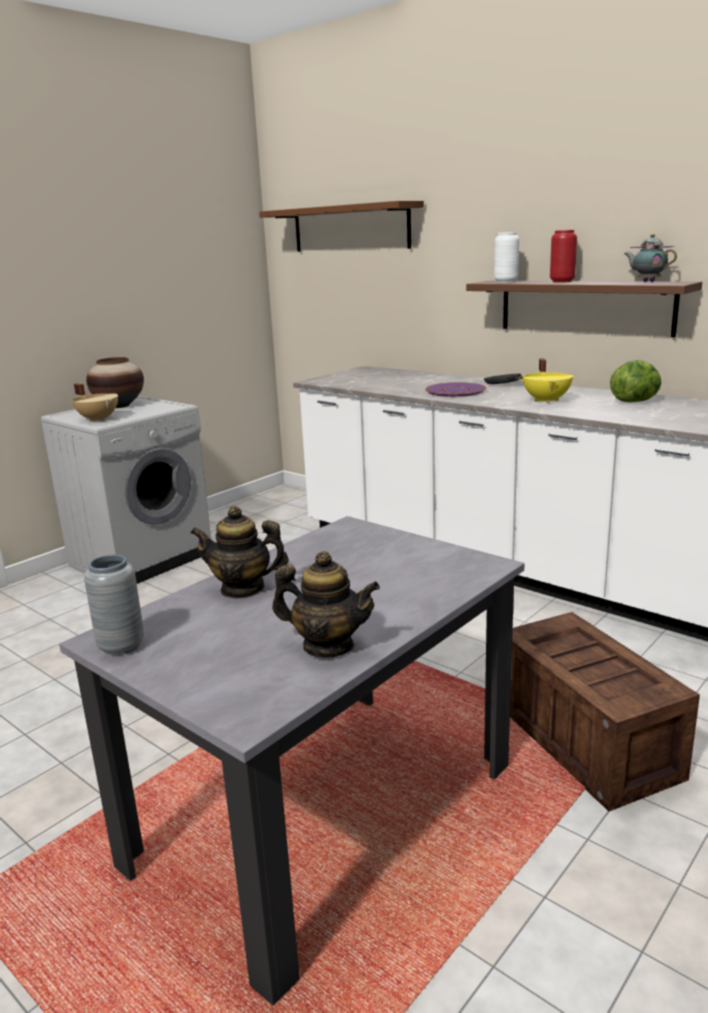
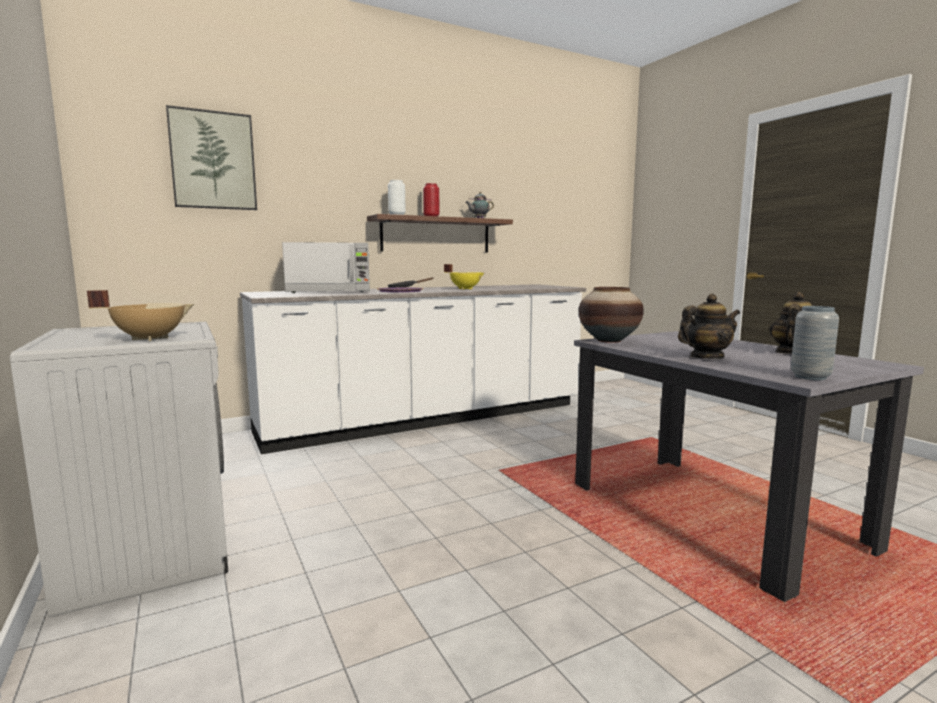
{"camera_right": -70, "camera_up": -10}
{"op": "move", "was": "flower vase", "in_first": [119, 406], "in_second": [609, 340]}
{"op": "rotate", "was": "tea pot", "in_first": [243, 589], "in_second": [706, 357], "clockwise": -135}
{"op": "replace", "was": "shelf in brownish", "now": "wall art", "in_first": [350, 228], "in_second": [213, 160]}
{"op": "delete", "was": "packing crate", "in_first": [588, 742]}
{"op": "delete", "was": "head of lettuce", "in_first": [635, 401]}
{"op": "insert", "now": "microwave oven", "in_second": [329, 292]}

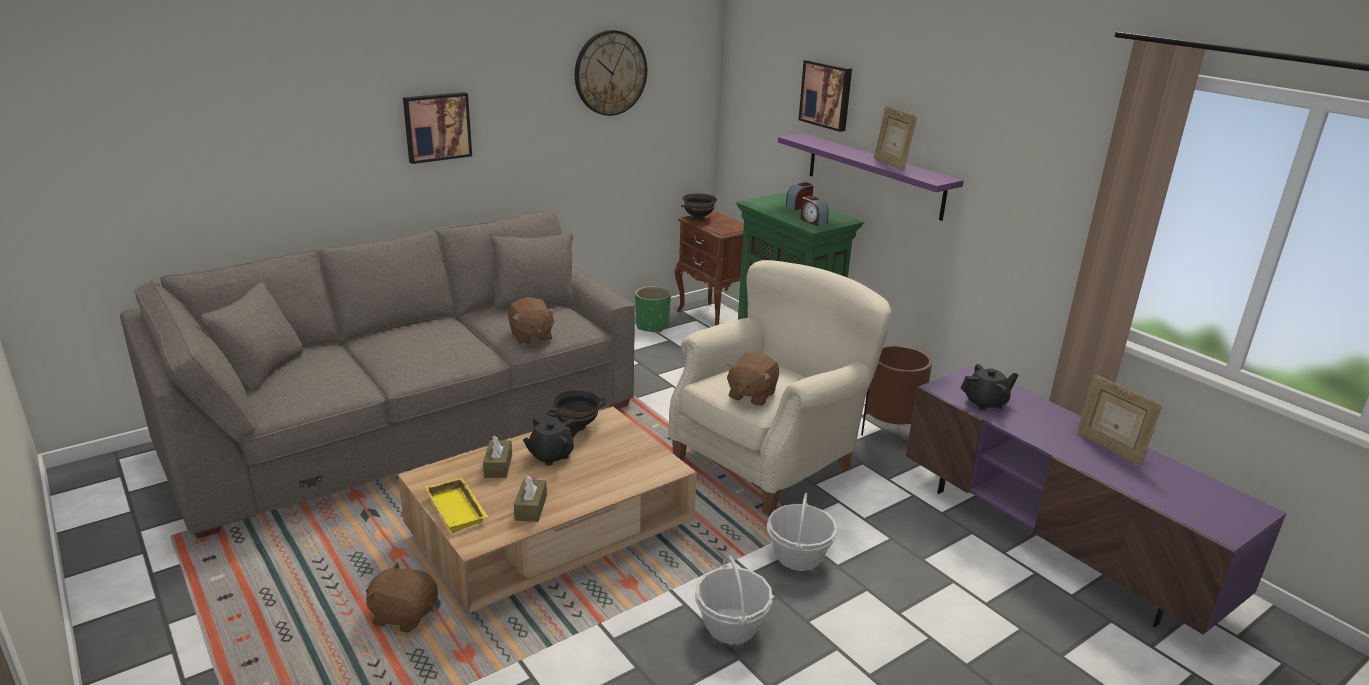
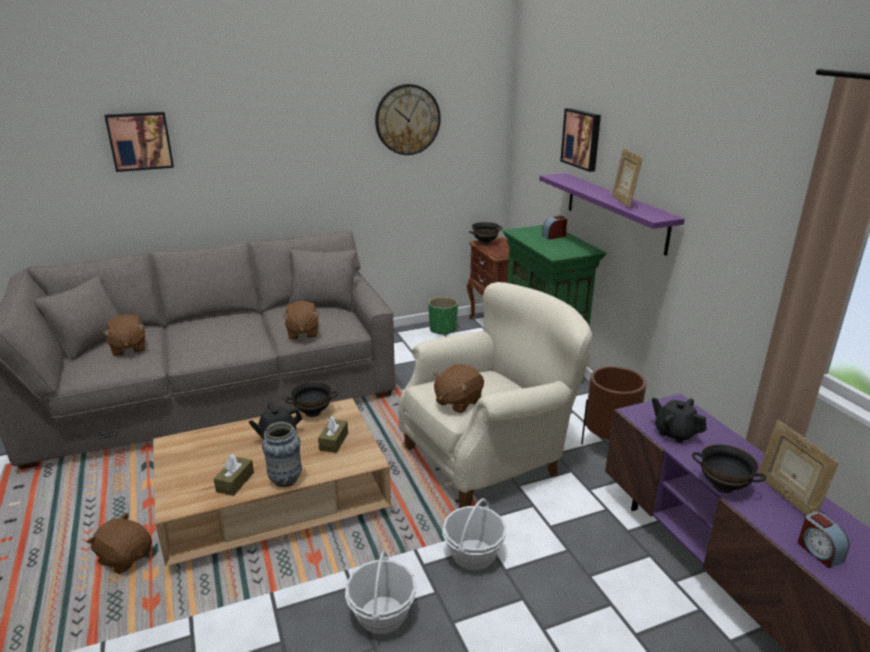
{"camera_right": 15, "camera_up": 0}
{"op": "move", "was": "wall art", "in_first": [437, 127], "in_second": [140, 141]}
{"op": "delete", "was": "serving tray in yellow", "in_first": [459, 509]}
{"op": "move", "was": "box of tissues in brownish", "in_first": [498, 466], "in_second": [333, 441]}
{"op": "move", "was": "bedside clock", "in_first": [812, 221], "in_second": [819, 551]}
{"op": "rotate", "was": "tea pot in black-coloured", "in_first": [985, 403], "in_second": [674, 433], "clockwise": -135}
{"op": "insert", "now": "cuddly toy in brownish", "in_second": [128, 348]}
{"op": "insert", "now": "flower vase", "in_second": [285, 480]}
{"op": "insert", "now": "deep dish in black-coloured", "in_second": [722, 487]}

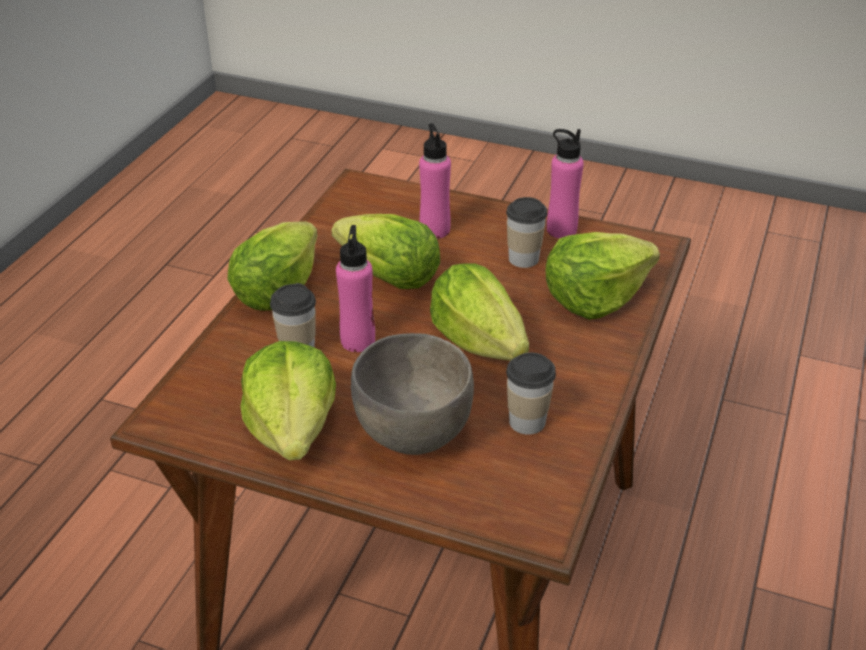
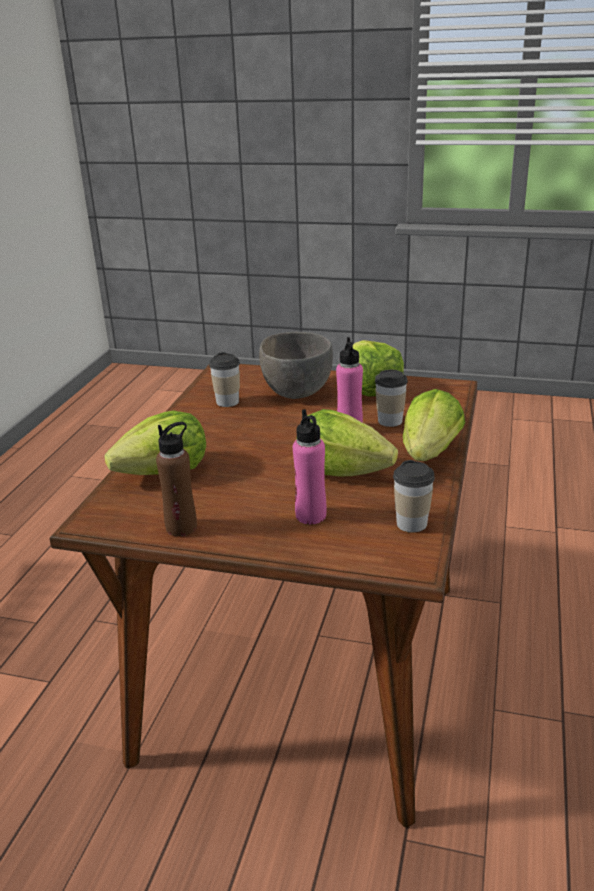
{"camera_right": 175, "camera_up": -10}
{"op": "delete", "was": "head of lettuce", "in_first": [478, 341]}
{"op": "move", "was": "small cup", "in_first": [523, 259], "in_second": [411, 524]}
{"op": "recolor", "was": "beverage bottle in pink", "now": "beverage bottle in brownish", "in_first": [561, 230], "in_second": [181, 527]}

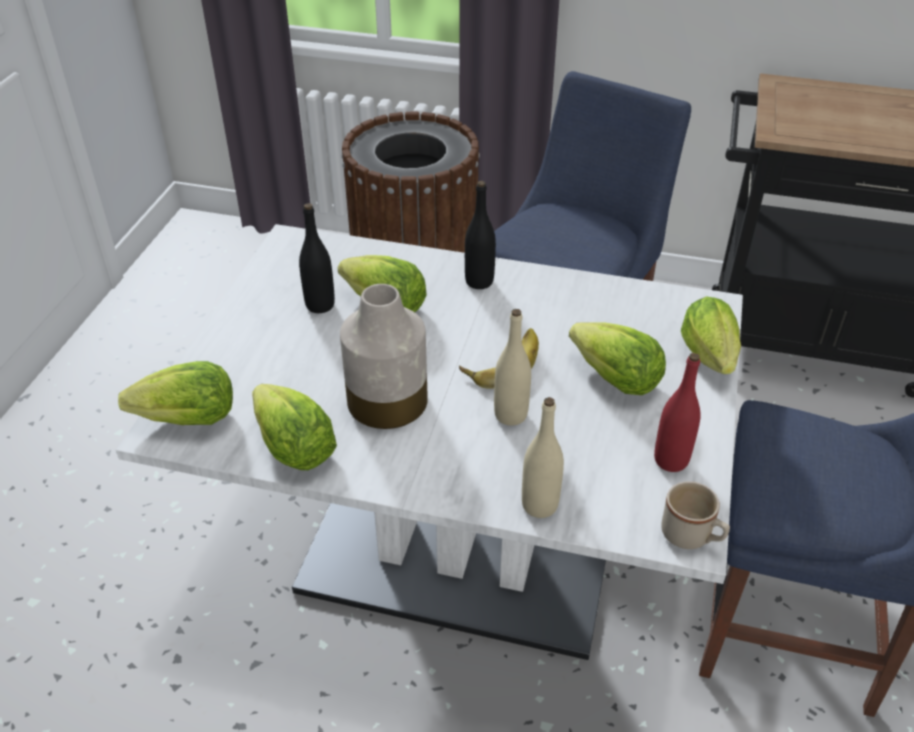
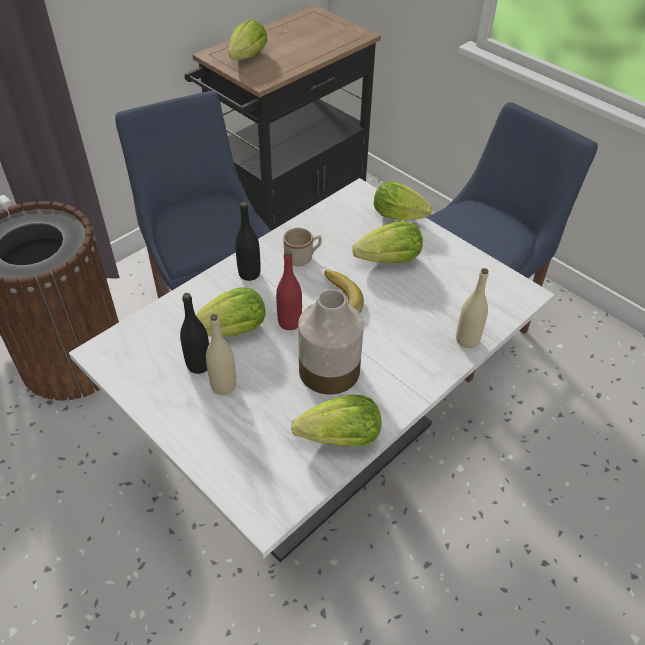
{"camera_right": -60, "camera_up": 5}
{"op": "move", "was": "head of lettuce", "in_first": [189, 419], "in_second": [248, 57]}
{"op": "move", "was": "beverage bottle in beige-coloured", "in_first": [510, 415], "in_second": [223, 386]}
{"op": "move", "was": "beverage bottle in red", "in_first": [671, 460], "in_second": [289, 322]}
{"op": "move", "was": "mug in beige-coloured", "in_first": [692, 537], "in_second": [302, 257]}

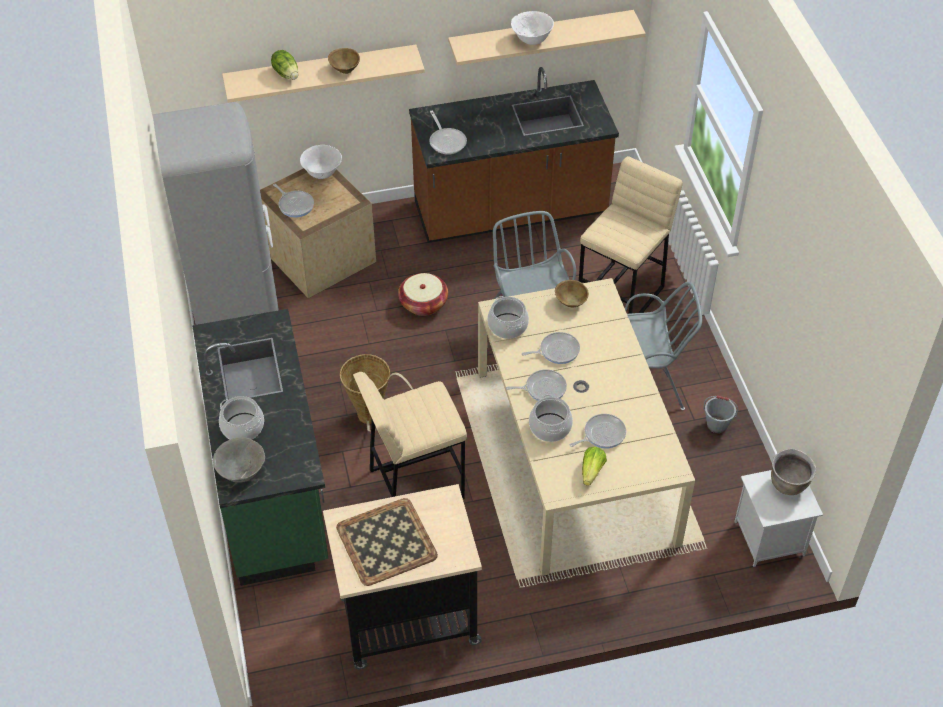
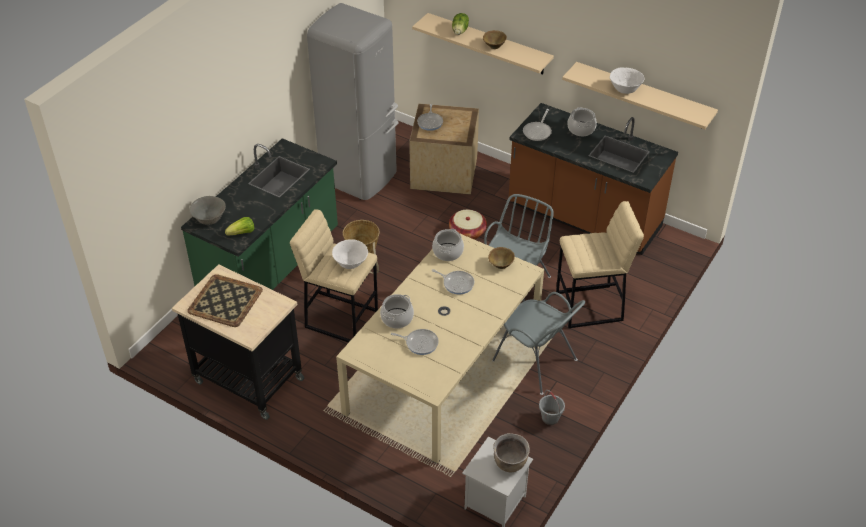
{"camera_right": 45, "camera_up": -5}
{"op": "move", "was": "cooking pot", "in_first": [242, 428], "in_second": [581, 129]}
{"op": "move", "was": "deep dish in white", "in_first": [322, 173], "in_second": [351, 263]}
{"op": "delete", "was": "skillet", "in_first": [543, 388]}
{"op": "move", "was": "head of lettuce", "in_first": [592, 471], "in_second": [242, 233]}

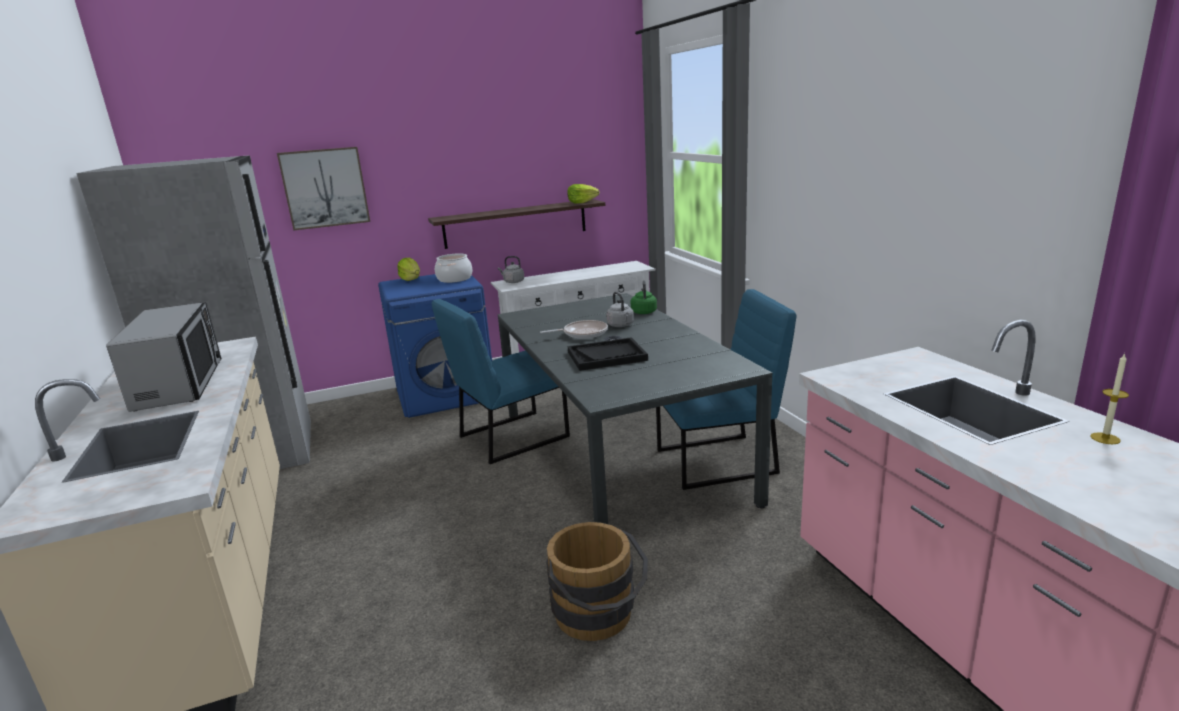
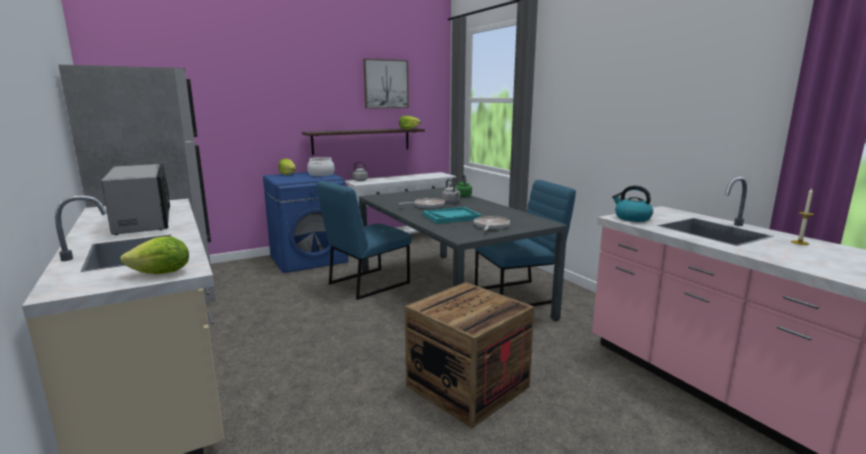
{"camera_right": -10, "camera_up": -5}
{"op": "move", "was": "wall art", "in_first": [325, 188], "in_second": [386, 84]}
{"op": "replace", "was": "pail in brownish", "now": "packing crate", "in_first": [598, 617], "in_second": [467, 386]}
{"op": "recolor", "was": "serving tray in black-coloured", "now": "serving tray in turquoise", "in_first": [607, 356], "in_second": [451, 217]}
{"op": "insert", "now": "head of lettuce", "in_second": [162, 274]}
{"op": "insert", "now": "skillet", "in_second": [490, 226]}
{"op": "insert", "now": "tea kettle", "in_second": [632, 218]}

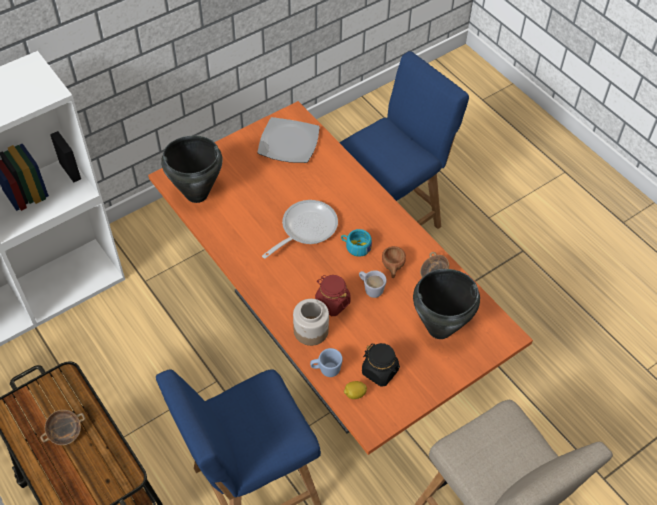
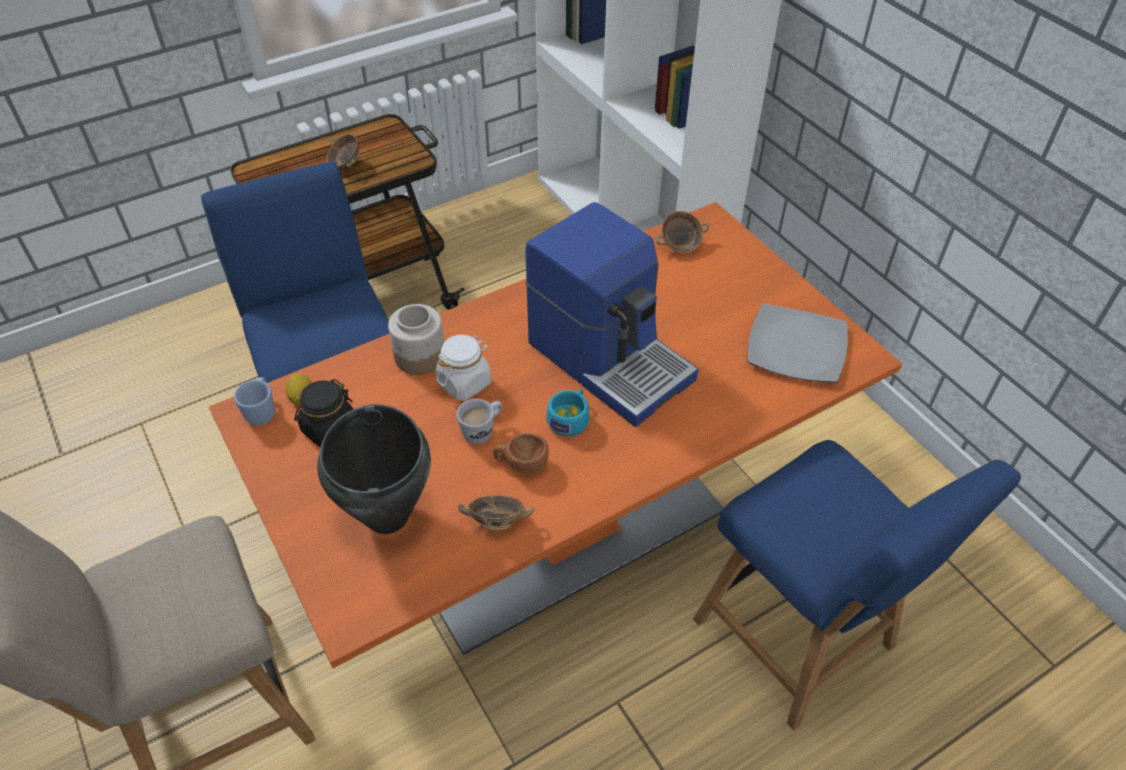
{"camera_right": 95, "camera_up": -5}
{"op": "replace", "was": "cooking pot in black-coloured", "now": "deep dish", "in_first": [196, 194], "in_second": [680, 245]}
{"op": "replace", "was": "skillet", "now": "coffee machine", "in_first": [305, 229], "in_second": [610, 359]}
{"op": "move", "was": "mug in bluish", "in_first": [326, 370], "in_second": [262, 411]}
{"op": "recolor", "was": "storage jar in red", "now": "storage jar in white", "in_first": [332, 303], "in_second": [464, 382]}

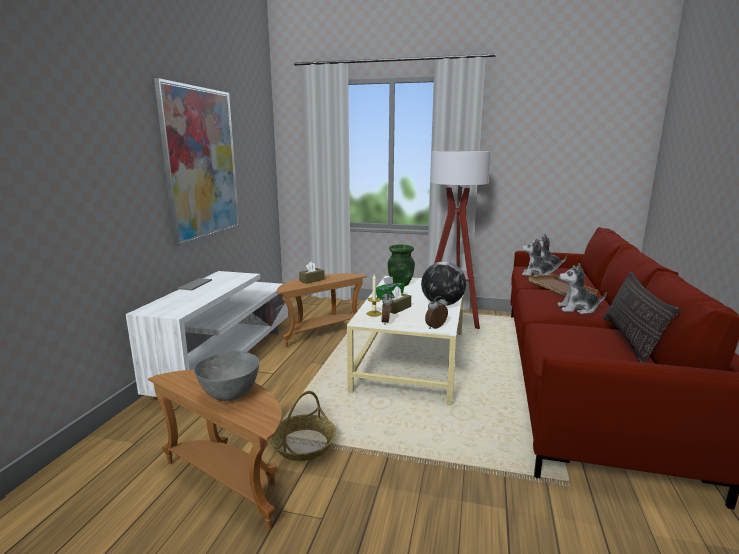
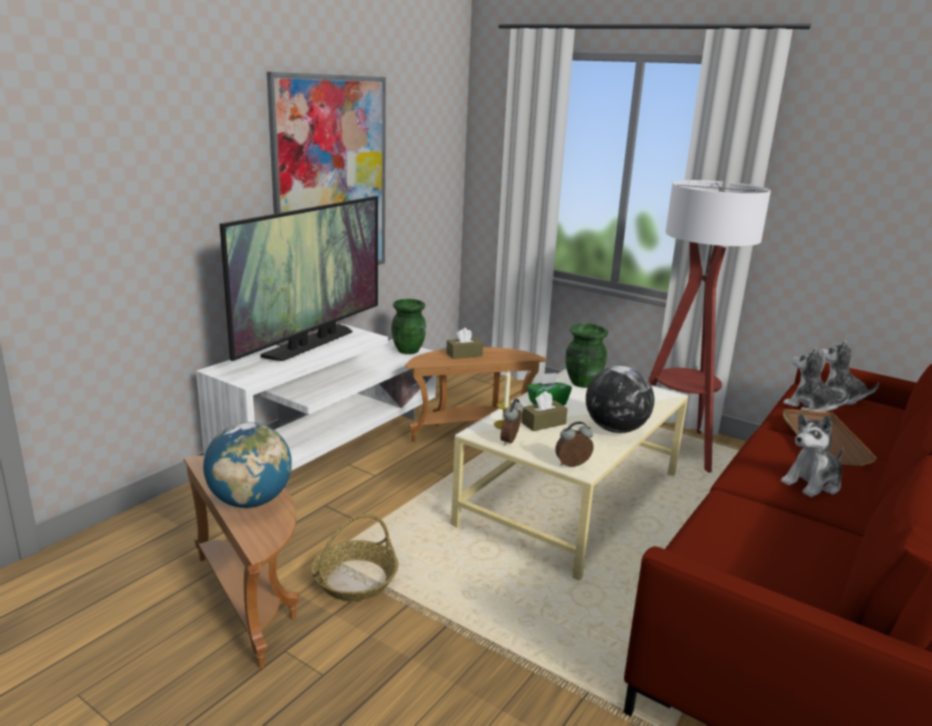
{"camera_right": 20, "camera_up": 5}
{"op": "replace", "was": "deep dish in gray", "now": "desk globe", "in_first": [230, 395], "in_second": [250, 501]}
{"op": "rotate", "was": "cuddly toy", "in_first": [577, 309], "in_second": [812, 483], "clockwise": -60}
{"op": "delete", "was": "pillow", "in_first": [630, 340]}
{"op": "insert", "now": "TV set", "in_second": [310, 343]}
{"op": "insert", "now": "flower vase in green", "in_second": [408, 350]}

